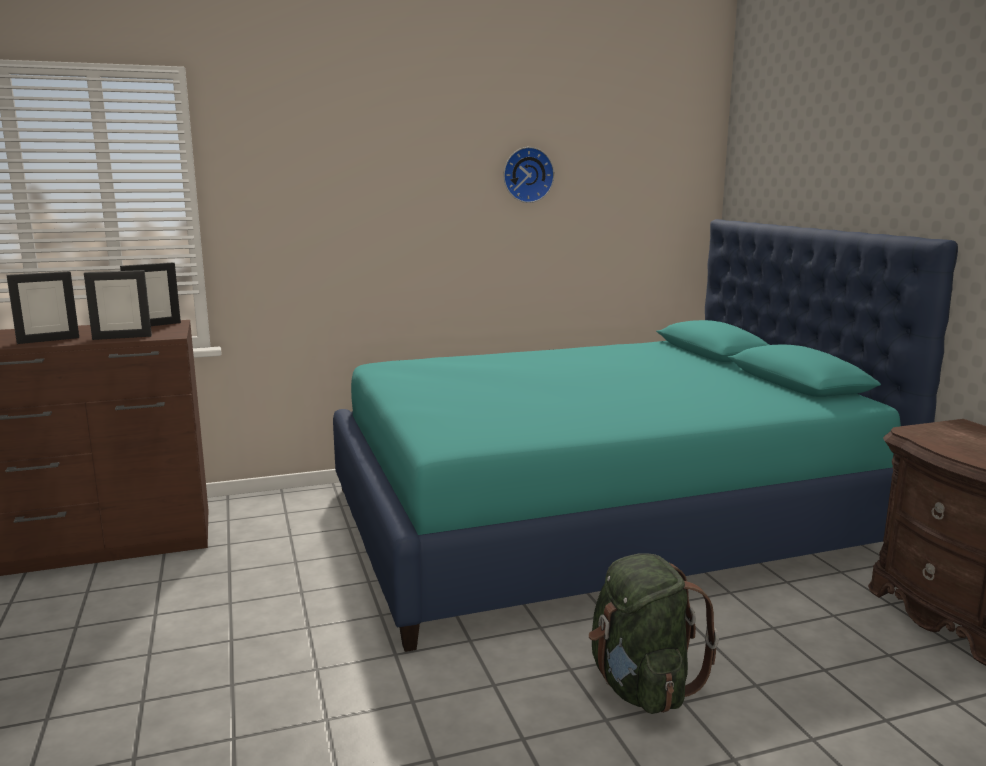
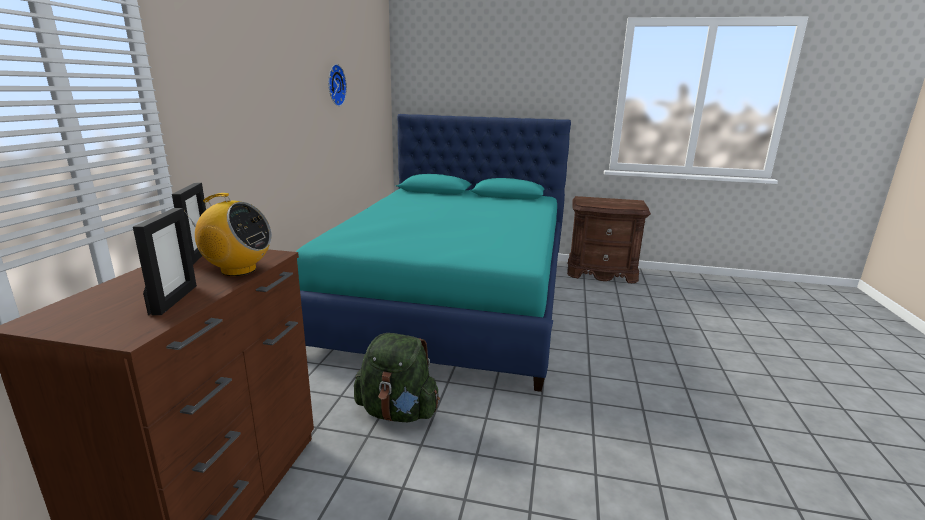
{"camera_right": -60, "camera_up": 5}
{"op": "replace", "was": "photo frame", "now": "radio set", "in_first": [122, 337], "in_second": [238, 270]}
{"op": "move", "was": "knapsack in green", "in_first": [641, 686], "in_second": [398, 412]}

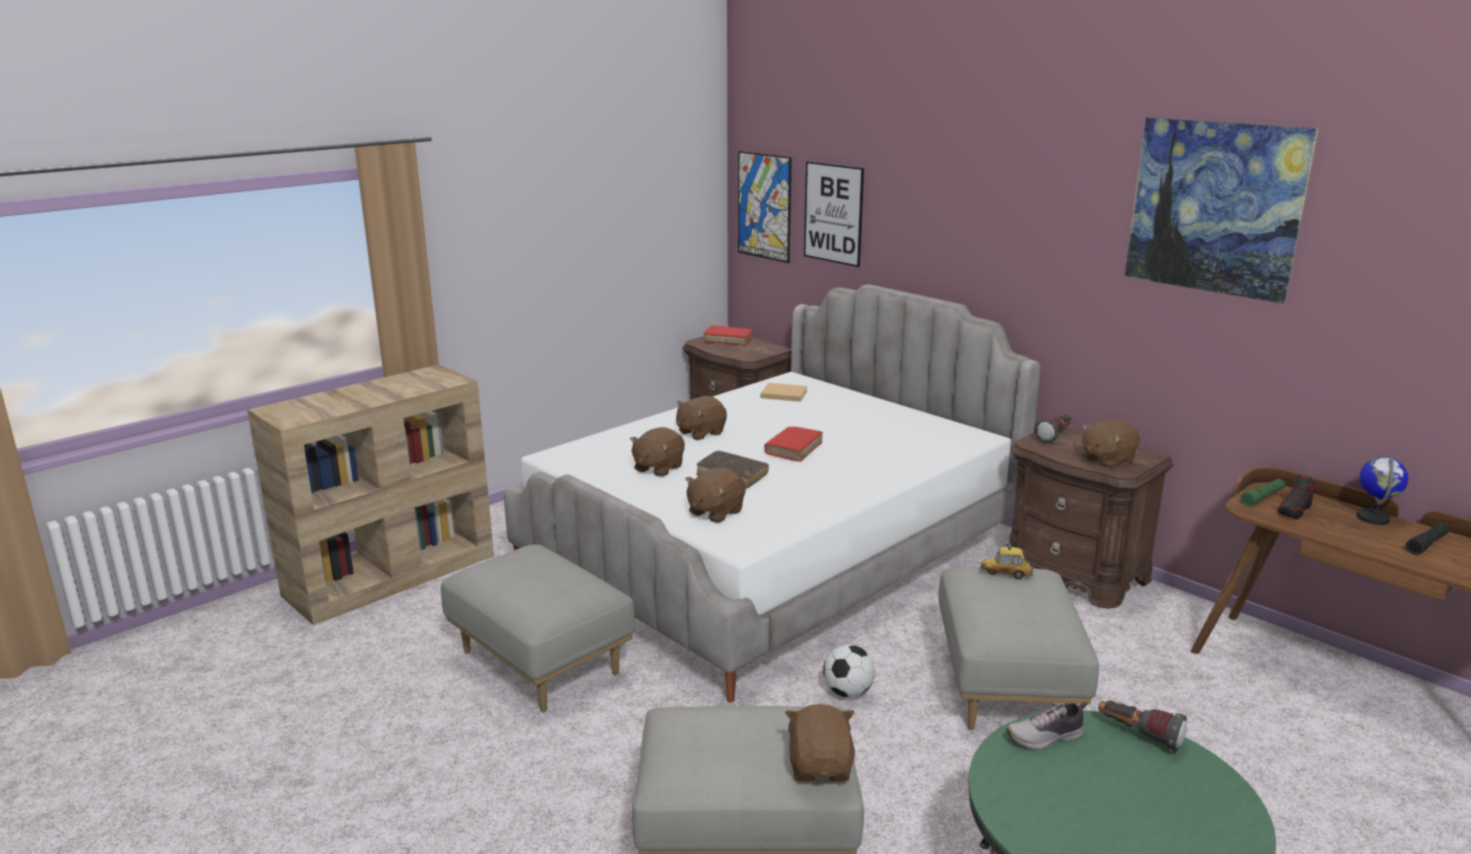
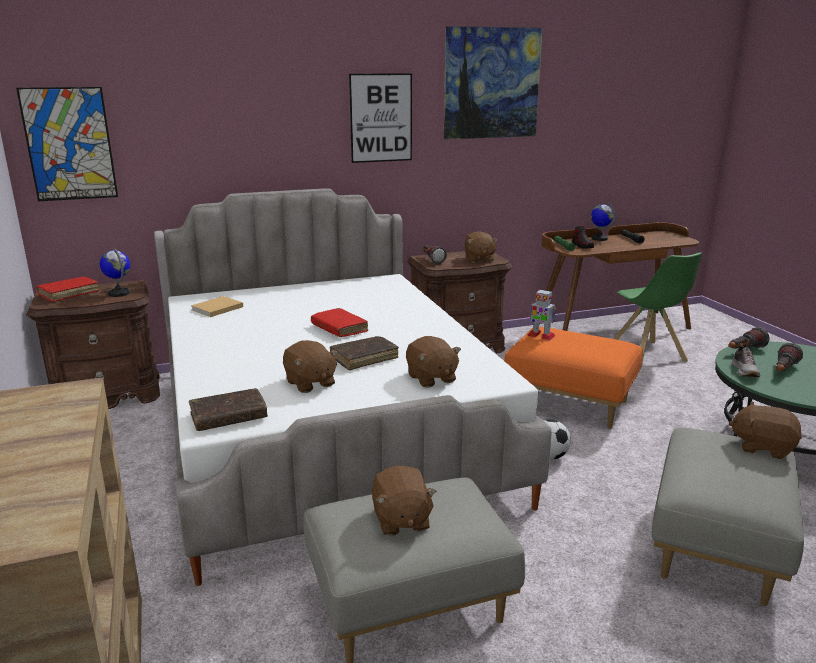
{"camera_right": -65, "camera_up": 0}
{"op": "move", "was": "cuddly toy in brownish", "in_first": [700, 433], "in_second": [401, 520]}
{"op": "move", "was": "wall art", "in_first": [833, 213], "in_second": [381, 118]}
{"op": "recolor", "was": "footrest in gray", "now": "footrest in orange-coloured", "in_first": [1007, 687], "in_second": [570, 403]}
{"op": "replace", "was": "miniature car", "now": "model robot", "in_first": [1006, 574], "in_second": [540, 335]}
{"op": "insert", "now": "desk globe", "in_second": [119, 293]}
{"op": "insert", "now": "book in brownish", "in_second": [229, 417]}
{"op": "insert", "now": "plain chair in green", "in_second": [647, 356]}
{"op": "insert", "now": "hand torch", "in_second": [783, 371]}

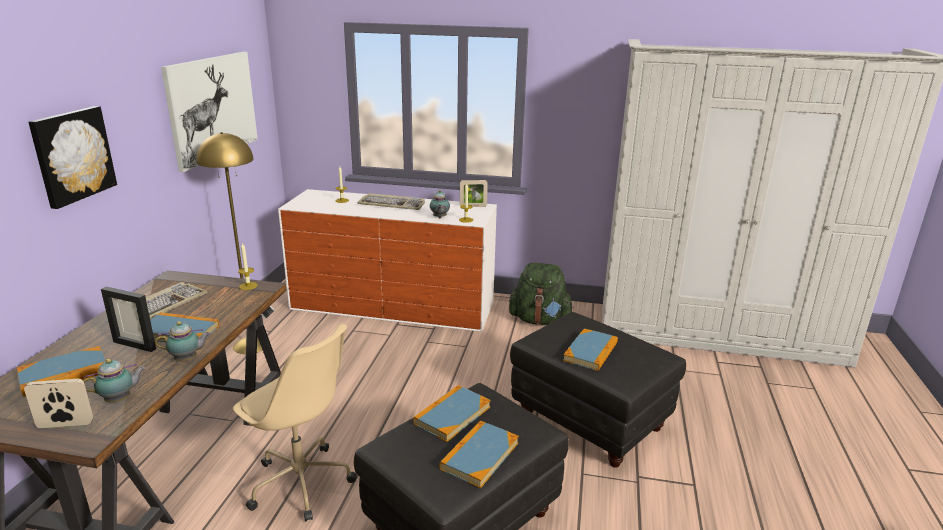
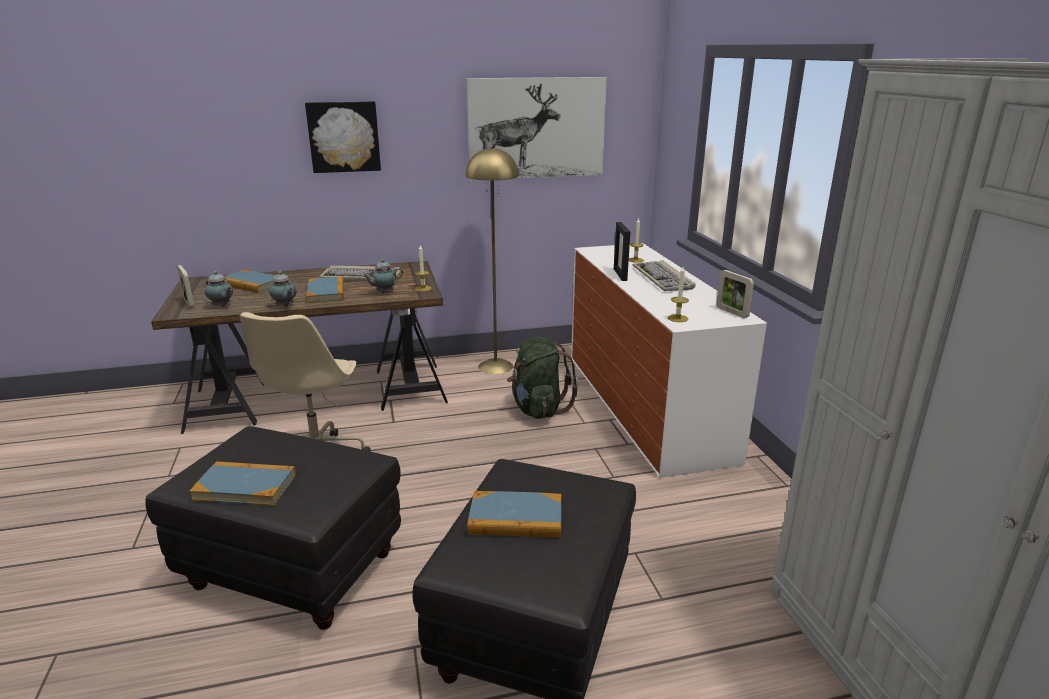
{"camera_right": 65, "camera_up": 0}
{"op": "move", "was": "photo frame", "in_first": [135, 345], "in_second": [621, 274]}
{"op": "delete", "was": "book", "in_first": [452, 415]}
{"op": "move", "was": "tea pot", "in_first": [439, 217], "in_second": [384, 292]}
{"op": "move", "was": "knapsack in green", "in_first": [539, 320], "in_second": [538, 409]}

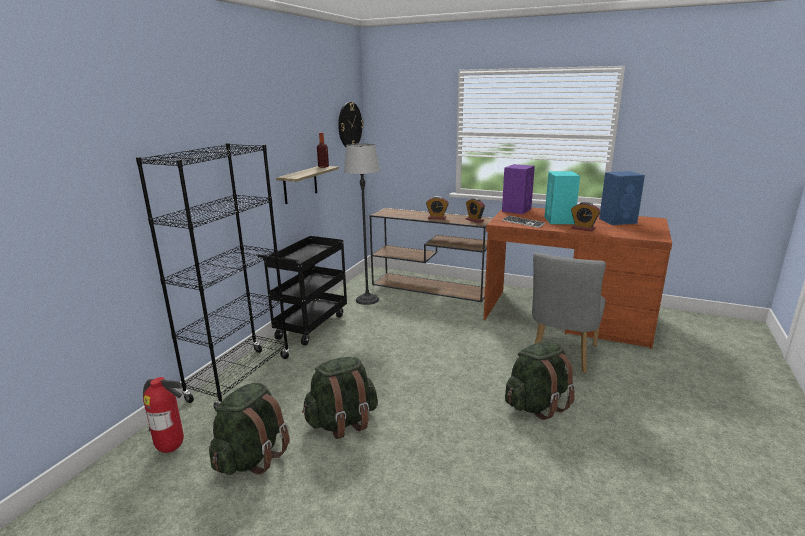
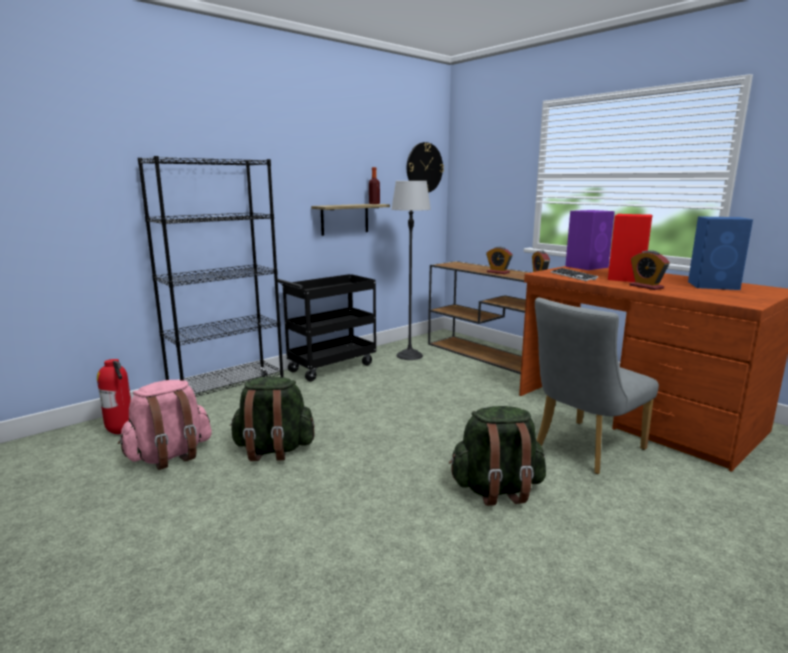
{"camera_right": 25, "camera_up": -5}
{"op": "recolor", "was": "knapsack in green", "now": "knapsack in pink", "in_first": [252, 457], "in_second": [170, 456]}
{"op": "recolor", "was": "audio speaker in turquoise", "now": "audio speaker in red", "in_first": [559, 220], "in_second": [626, 278]}

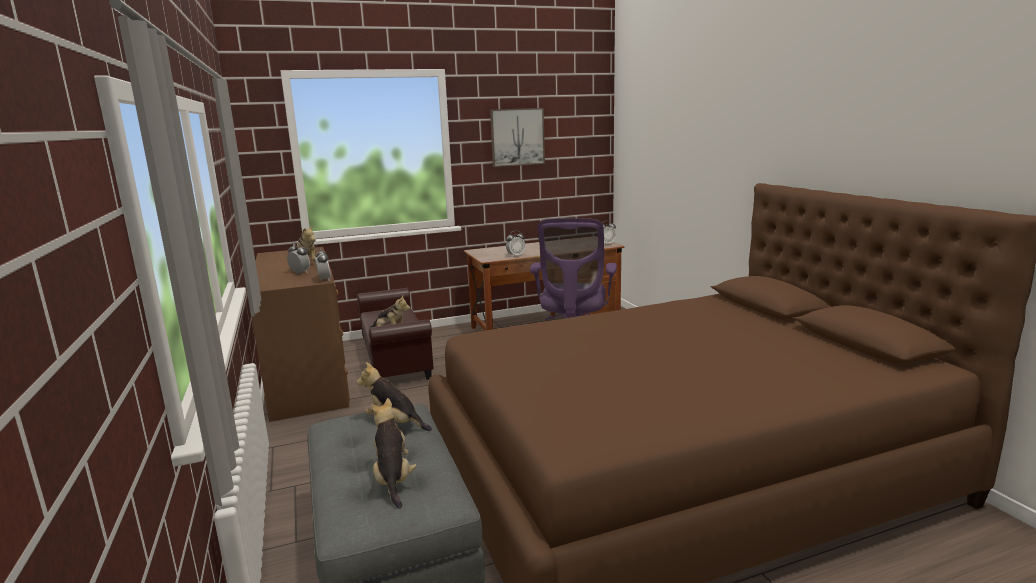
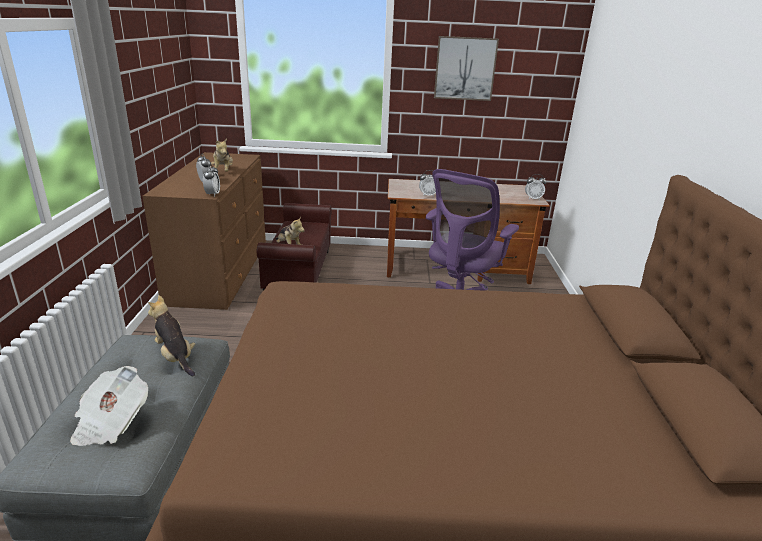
{"camera_right": 20, "camera_up": 10}
{"op": "replace", "was": "cuddly toy", "now": "daily paper", "in_first": [393, 479], "in_second": [111, 422]}

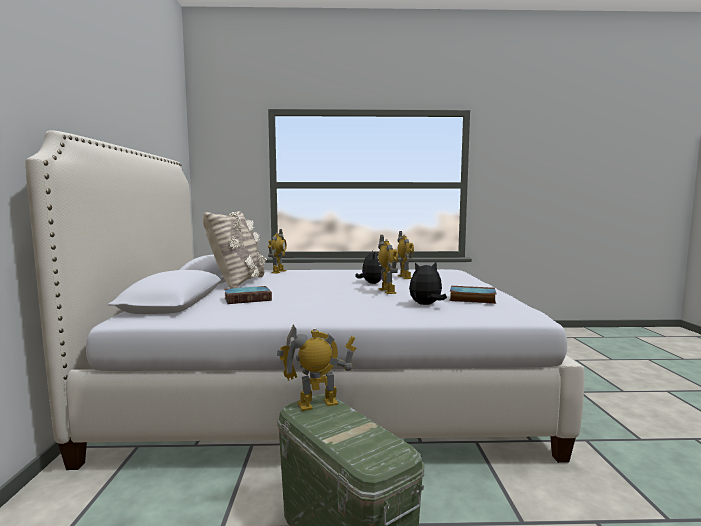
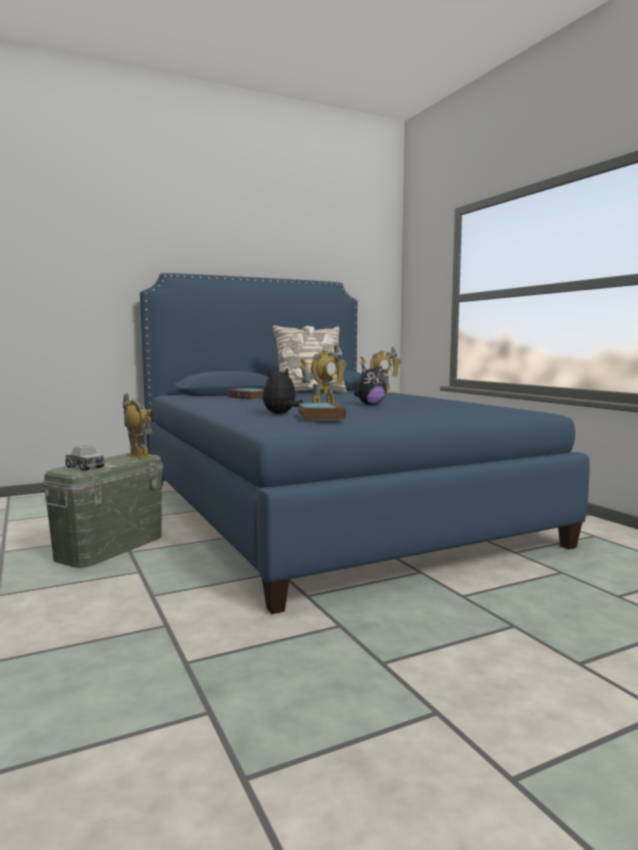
{"camera_right": 65, "camera_up": 0}
{"op": "recolor", "was": "bed in white", "now": "bed in bluish", "in_first": [324, 390], "in_second": [324, 510]}
{"op": "delete", "was": "model robot", "in_first": [405, 277]}
{"op": "rotate", "was": "cuddly toy", "in_first": [426, 305], "in_second": [281, 414], "clockwise": -90}
{"op": "insert", "now": "model truck", "in_second": [84, 467]}

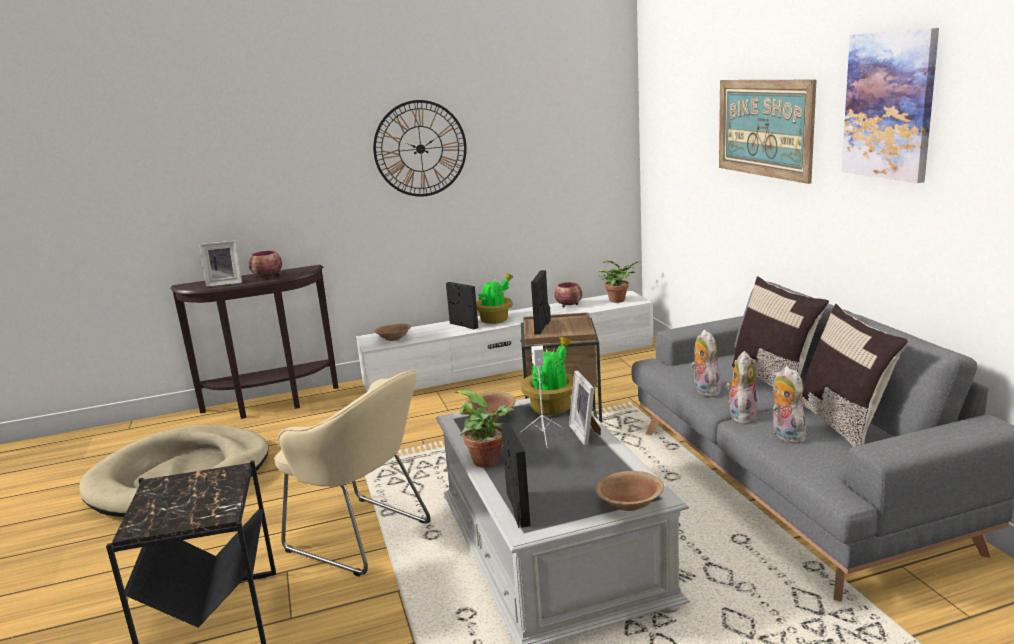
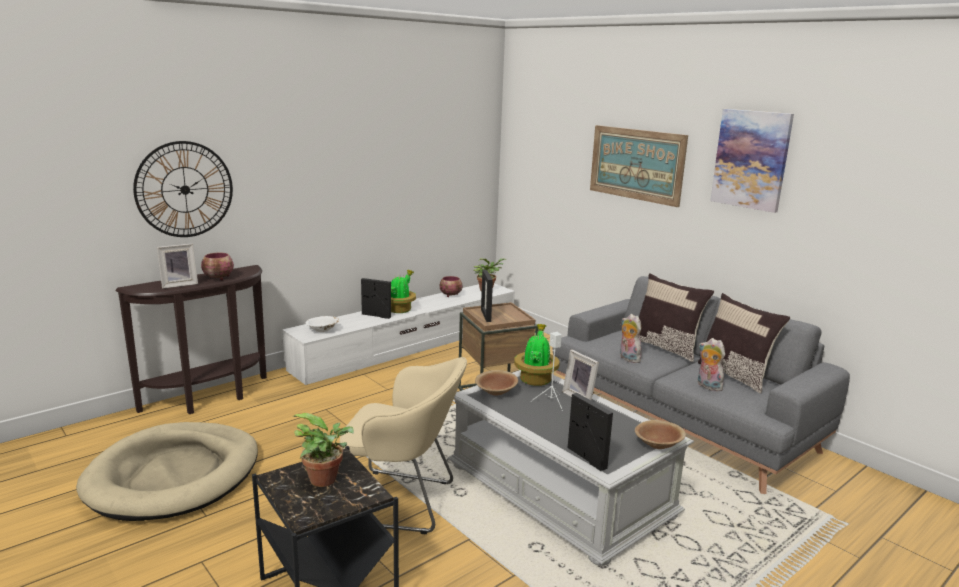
{"camera_right": -25, "camera_up": 0}
{"op": "move", "was": "clock on the wall", "in_first": [420, 149], "in_second": [185, 189]}
{"op": "recolor", "was": "deep dish in brownish", "now": "deep dish in white", "in_first": [394, 338], "in_second": [322, 330]}
{"op": "move", "was": "potted plant", "in_first": [490, 462], "in_second": [327, 480]}
{"op": "delete", "was": "cuddly toy", "in_first": [741, 416]}

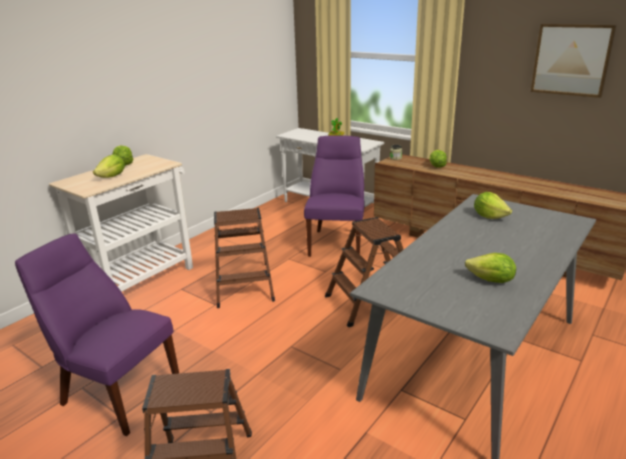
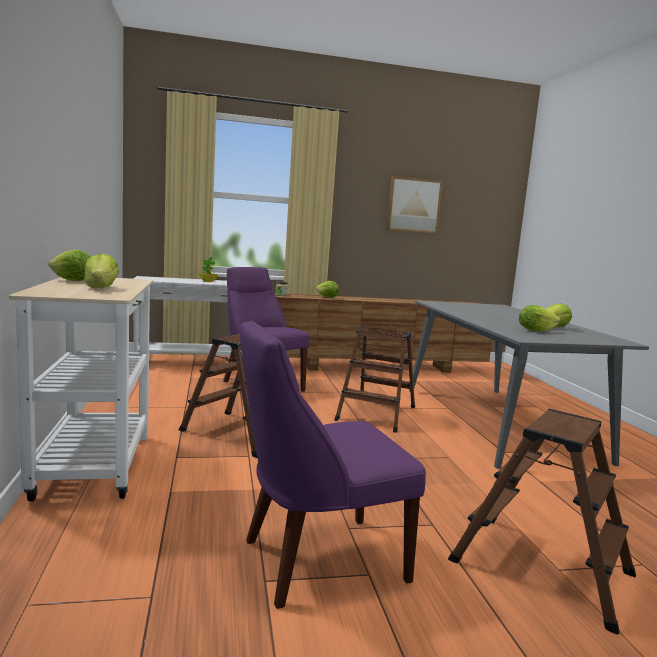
{"camera_right": -50, "camera_up": -15}
{"op": "move", "was": "head of lettuce", "in_first": [489, 216], "in_second": [535, 331]}

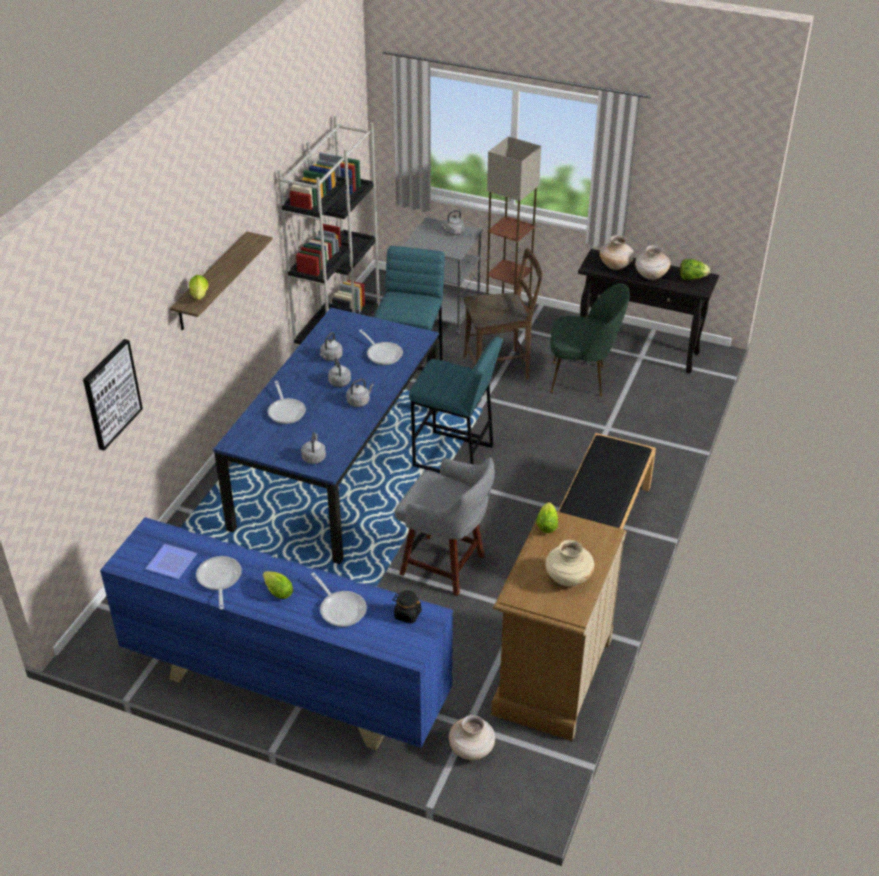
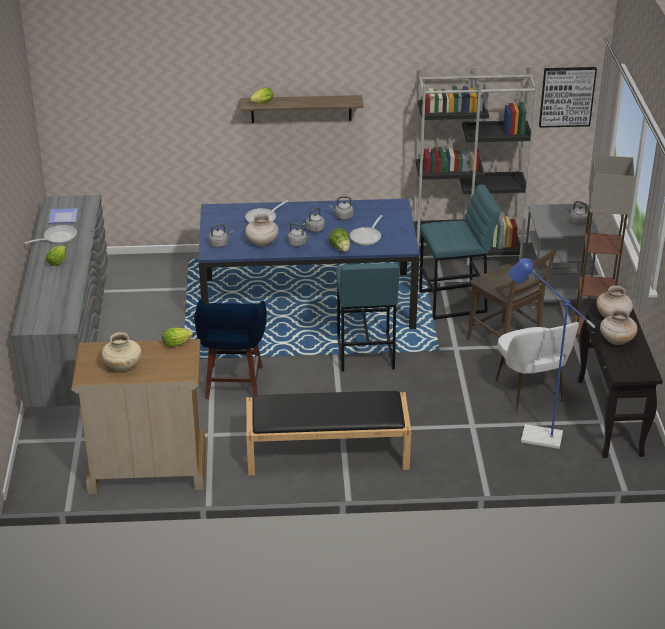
{"camera_right": 65, "camera_up": -5}
{"op": "move", "was": "wall art", "in_first": [111, 394], "in_second": [567, 96]}
{"op": "recolor", "was": "cabinet in bluish", "now": "cabinet in gray", "in_first": [284, 689], "in_second": [71, 350]}
{"op": "delete", "was": "skillet", "in_first": [341, 608]}
{"op": "delete", "was": "storage jar in black-coloured", "in_first": [407, 615]}
{"op": "recolor", "was": "stool in gray", "now": "stool in bluish", "in_first": [446, 567], "in_second": [233, 385]}
{"op": "move", "was": "flower vase in beige-coloured", "in_first": [471, 750], "in_second": [262, 243]}
{"op": "recolor", "was": "plain chair in green", "now": "plain chair in white", "in_first": [583, 380], "in_second": [531, 395]}
{"op": "move", "was": "head of lettuce", "in_first": [692, 278], "in_second": [340, 249]}
{"op": "insert", "now": "standard lamp in bluish", "in_second": [533, 436]}

